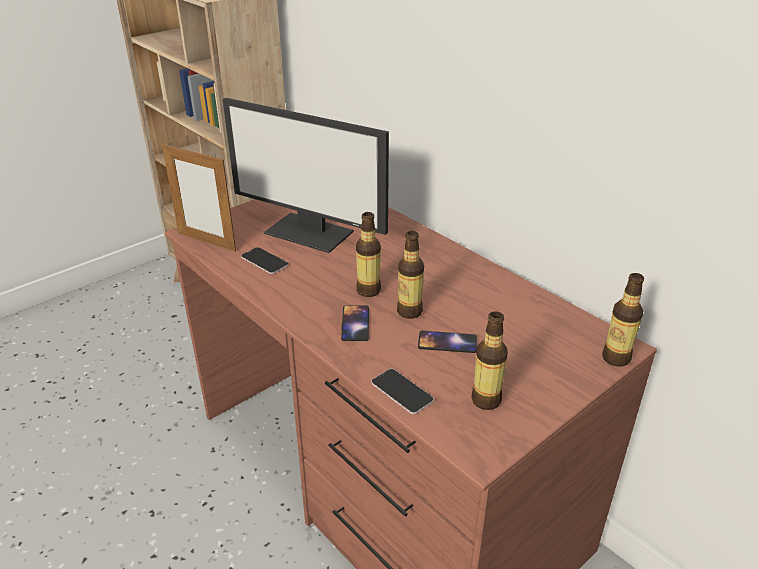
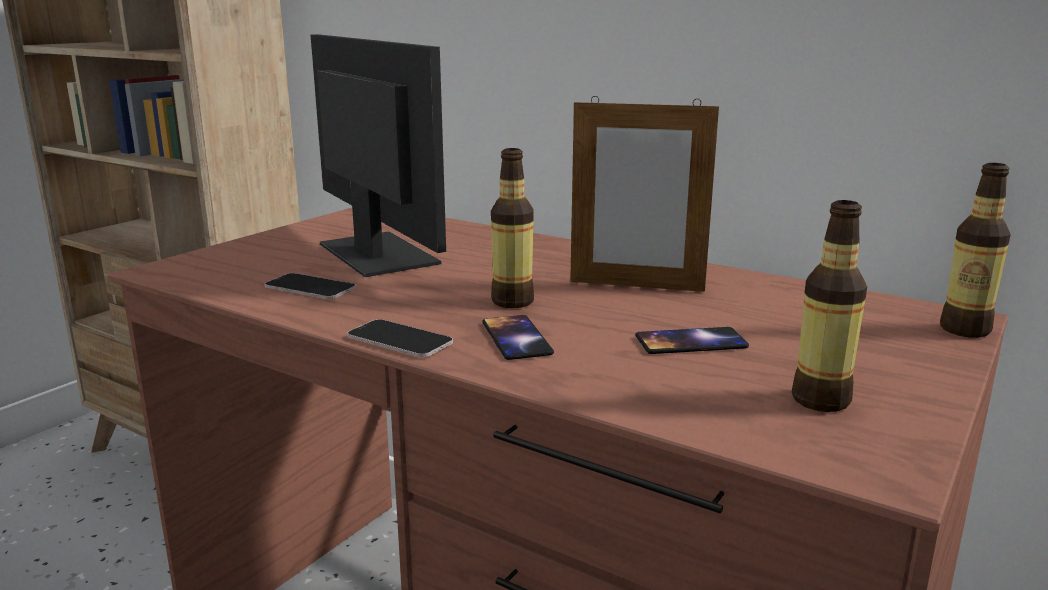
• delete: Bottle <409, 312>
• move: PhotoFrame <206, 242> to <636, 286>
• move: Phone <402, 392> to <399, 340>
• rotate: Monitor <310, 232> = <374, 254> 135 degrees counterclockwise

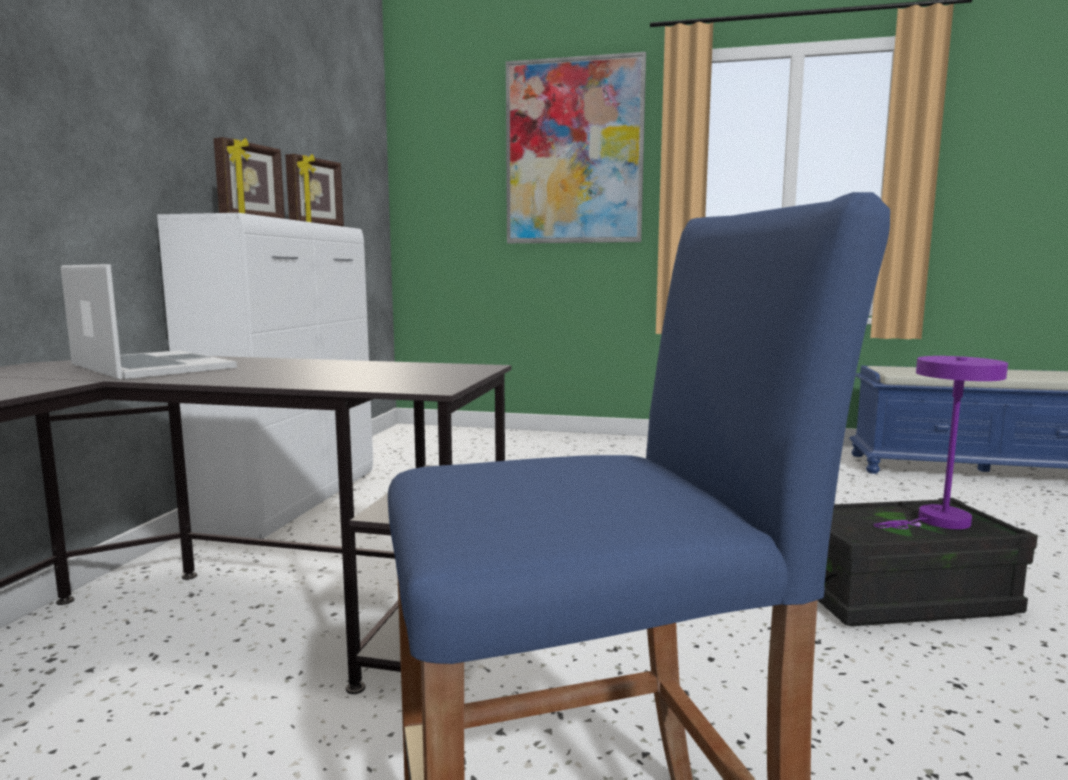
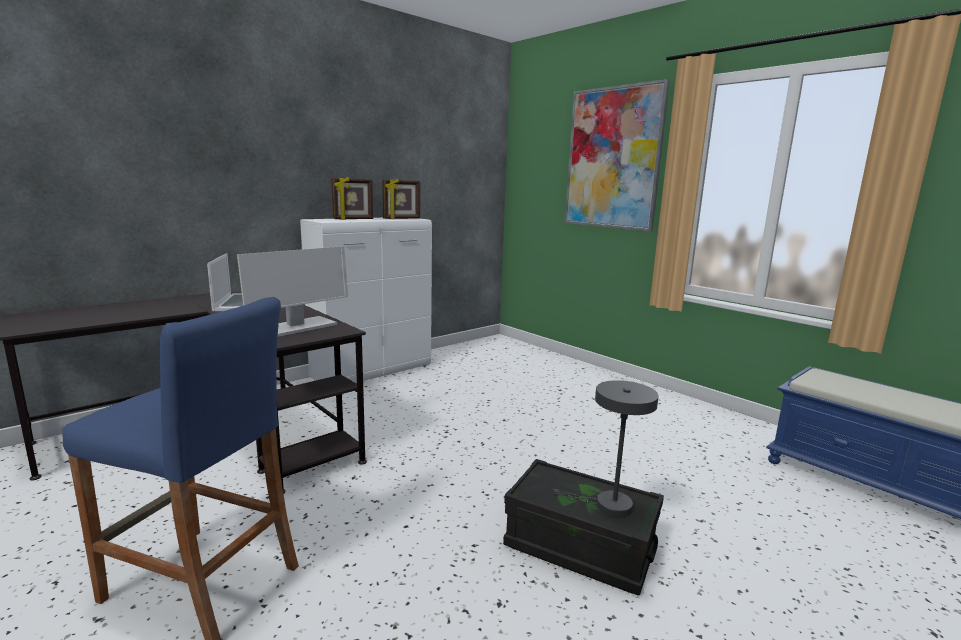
• insert: Monitor <296, 327>
• recolor: PurpleColouredTabletopLamp <937, 522> to GreyTabletopLamp <607, 505>

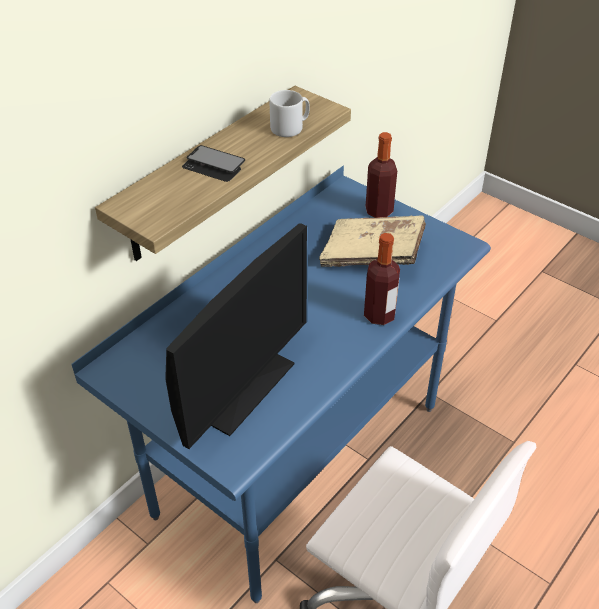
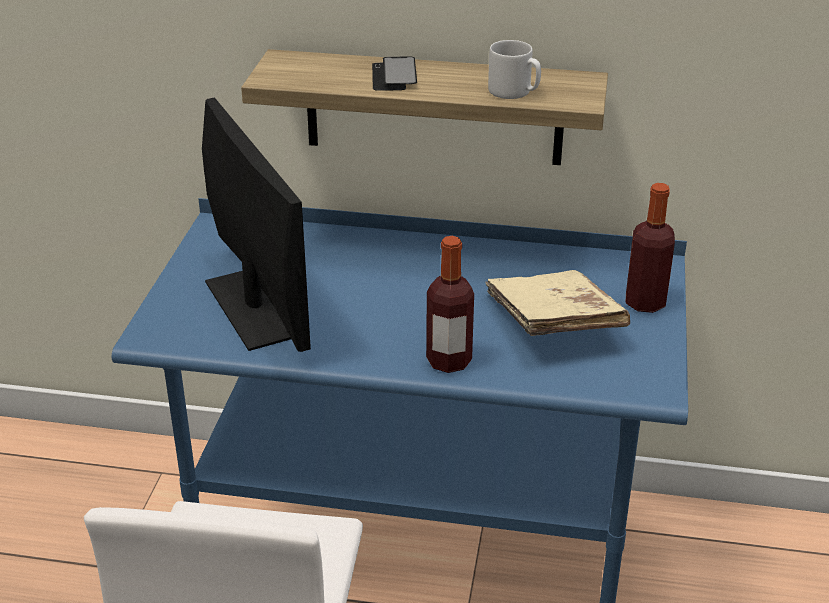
• rotate: Monitor <243, 387> = <254, 307> 120 degrees counterclockwise

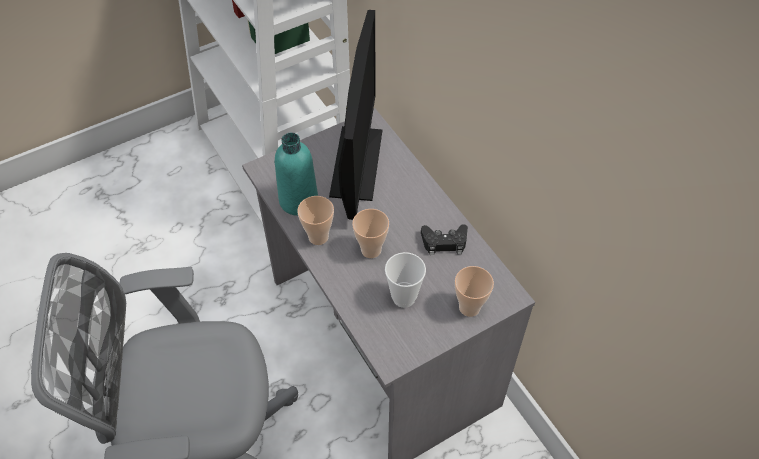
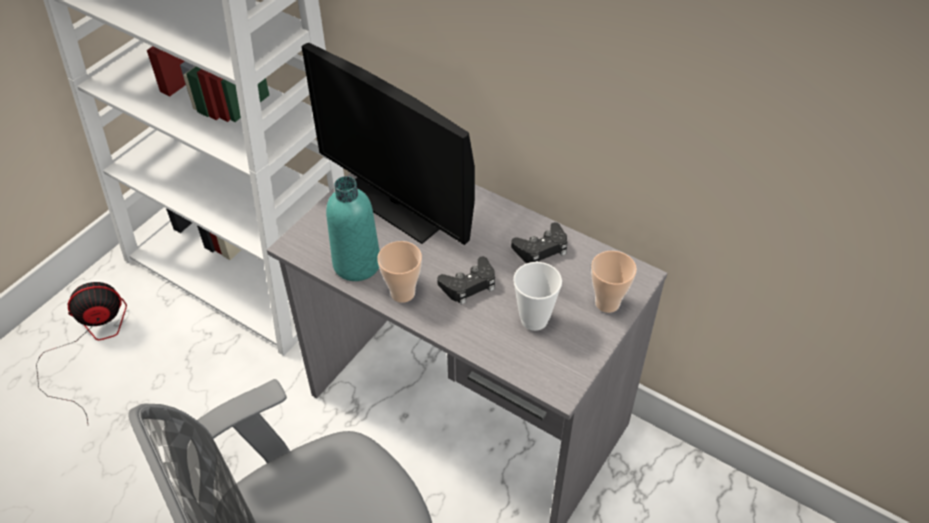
• insert: ElectricFan <89, 345>
• replace: DrinkingCup <371, 250> to BlackGameController <469, 285>
• rotate: Monitor <356, 162> = <397, 203> 150 degrees clockwise

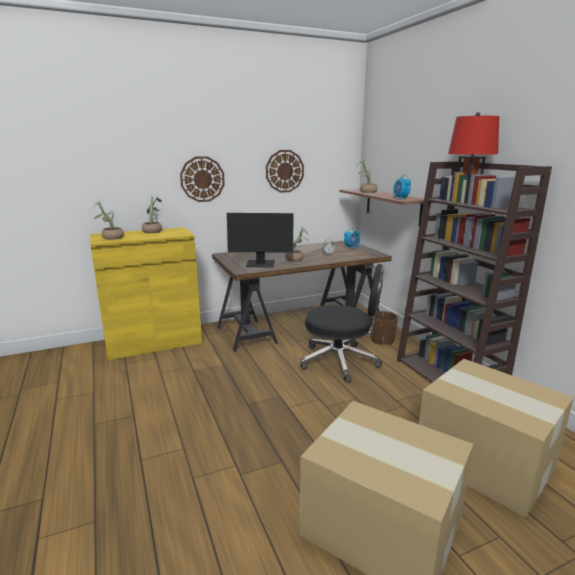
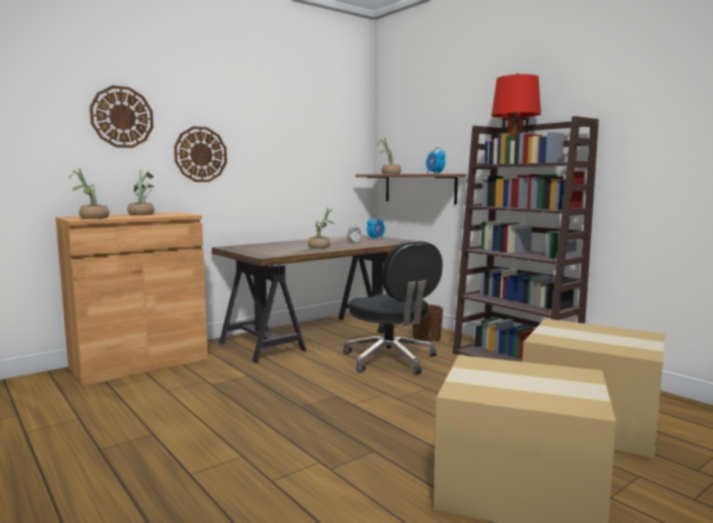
• delete: Monitor <260, 264>
• move: WallClock <284, 171> to <122, 117>
• recolor: YellowishCabinet <154, 342> to BrownCabinet <139, 363>
• rotate: BlackOfficeChair <341, 361> = <391, 360> 60 degrees clockwise

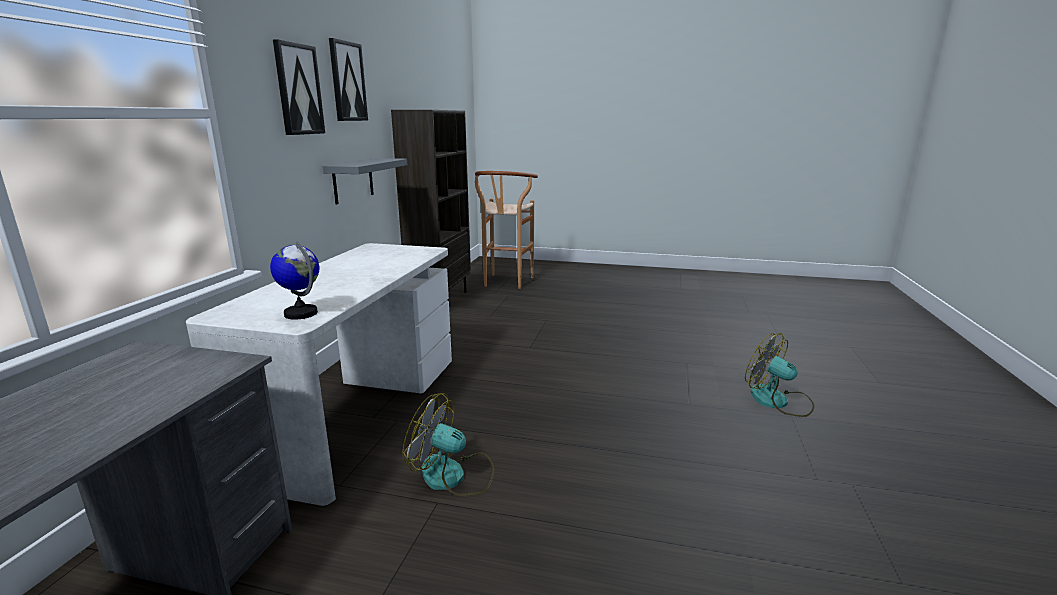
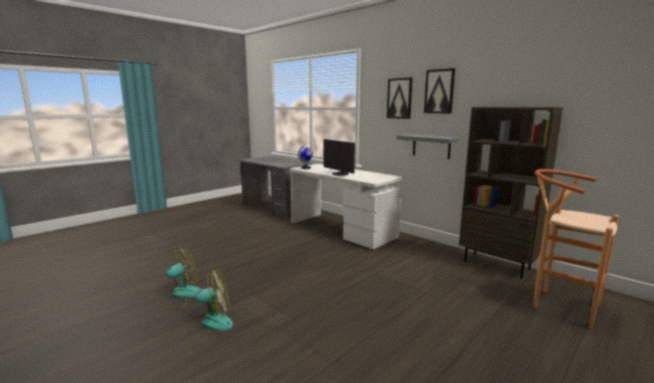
• insert: Monitor <339, 174>
• move: ElectricFan <453, 476> to <180, 295>

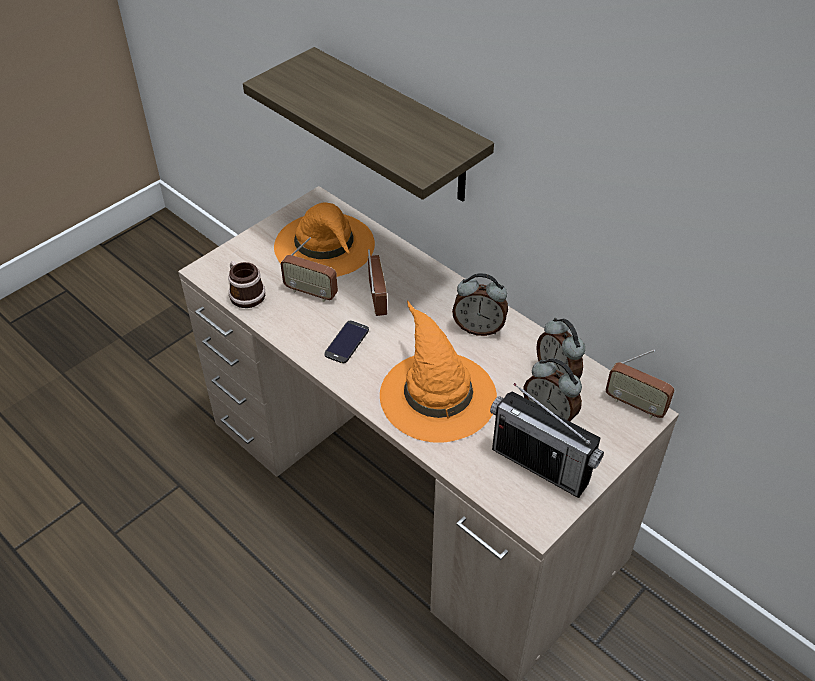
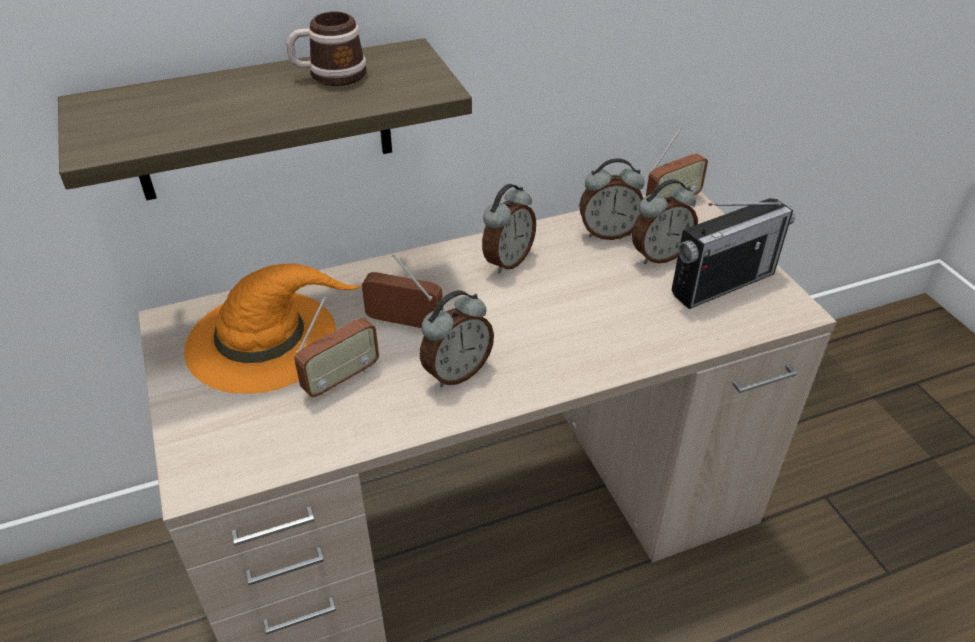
• delete: OrangeyHat <436, 394>
• move: TeaMug <245, 293> to <329, 75>
• replace: Phone <346, 342> to BedsideClock <456, 372>

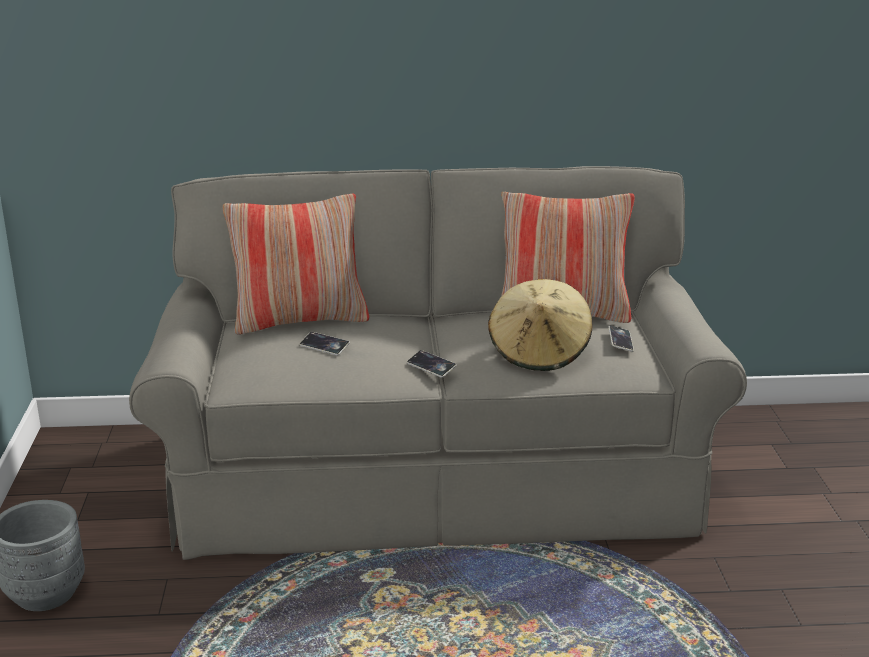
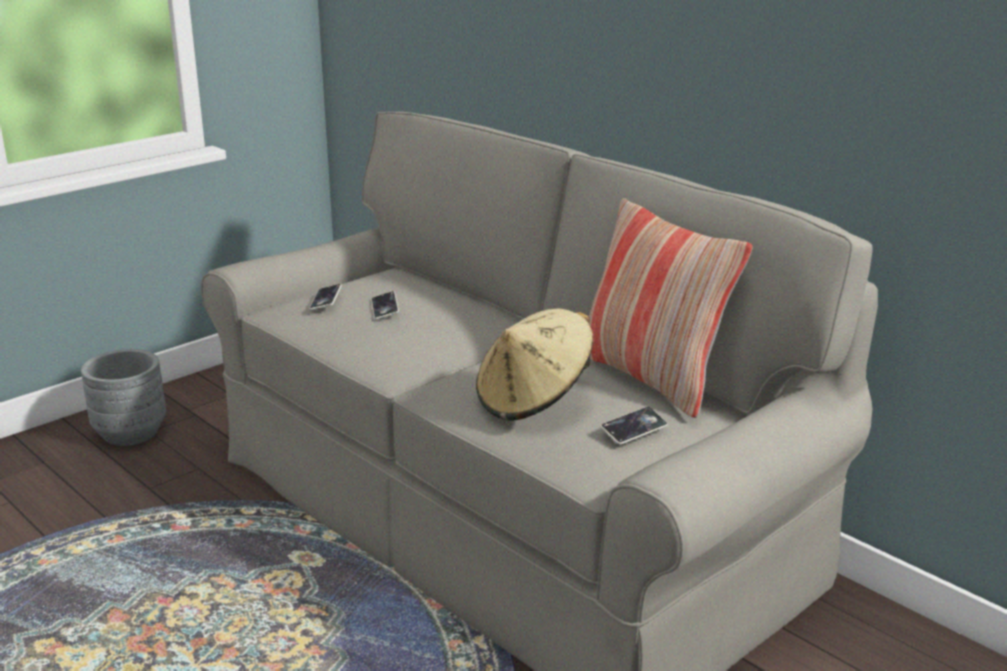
• delete: Pillow <300, 320>
• move: Phone <431, 367> to <326, 300>

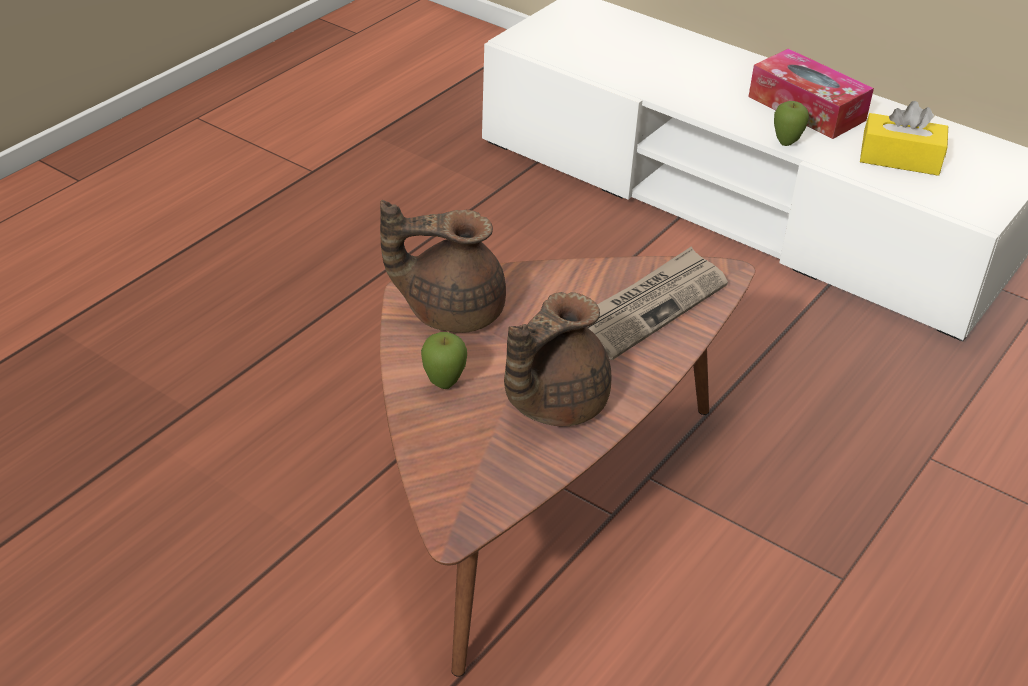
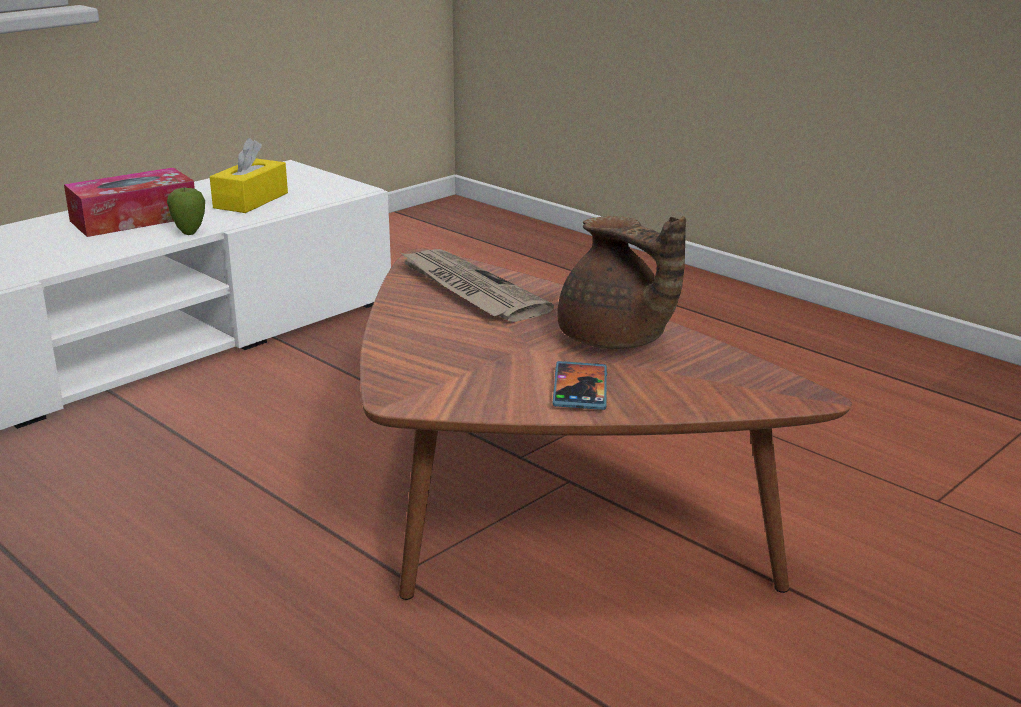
• delete: BrownTeaPot <450, 310>
• replace: AppleFruit <443, 384> to Phone <580, 389>

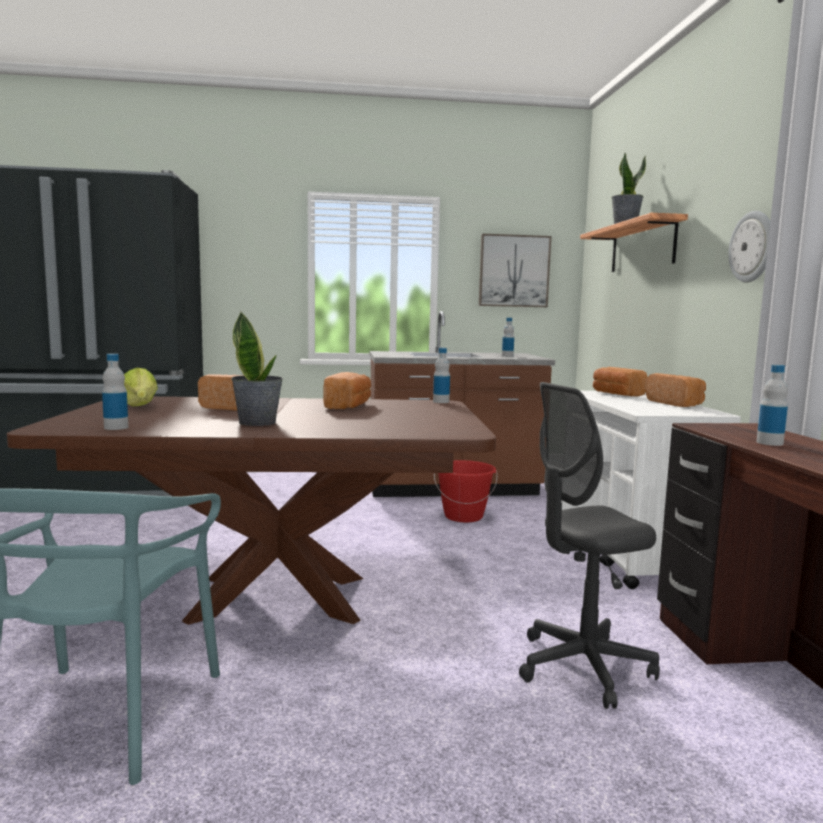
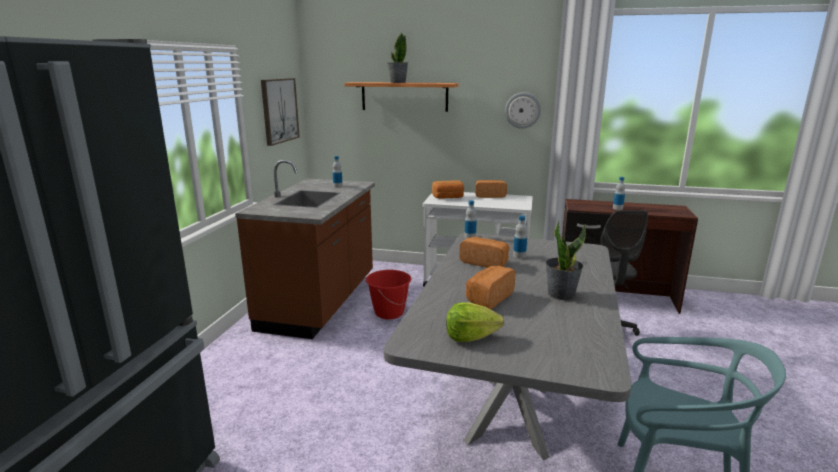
• move: Bottle <116, 427> to <519, 256>
• recolor: BrownDinnerTable <278, 597> to GreyDinnerTable <511, 411>

